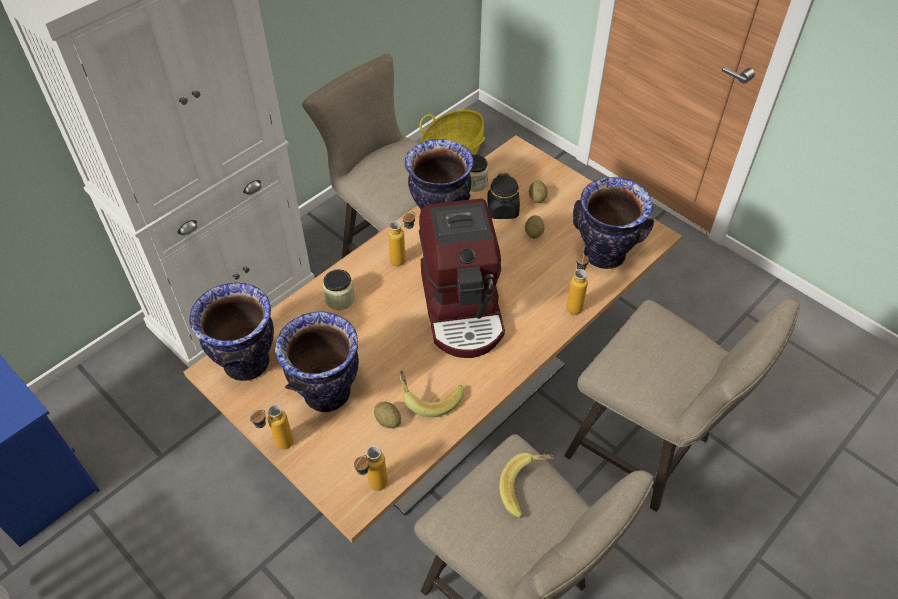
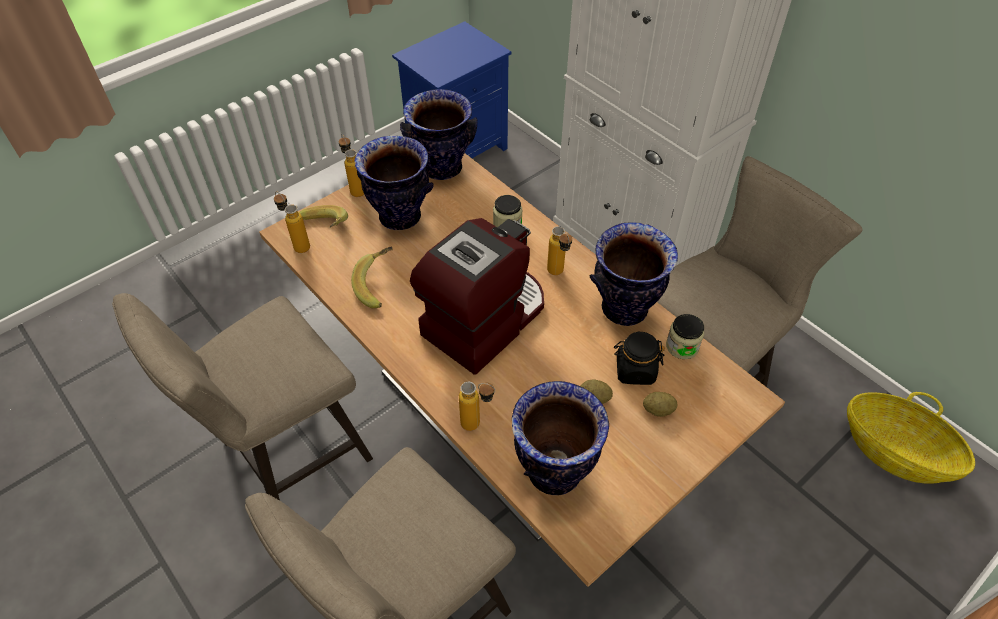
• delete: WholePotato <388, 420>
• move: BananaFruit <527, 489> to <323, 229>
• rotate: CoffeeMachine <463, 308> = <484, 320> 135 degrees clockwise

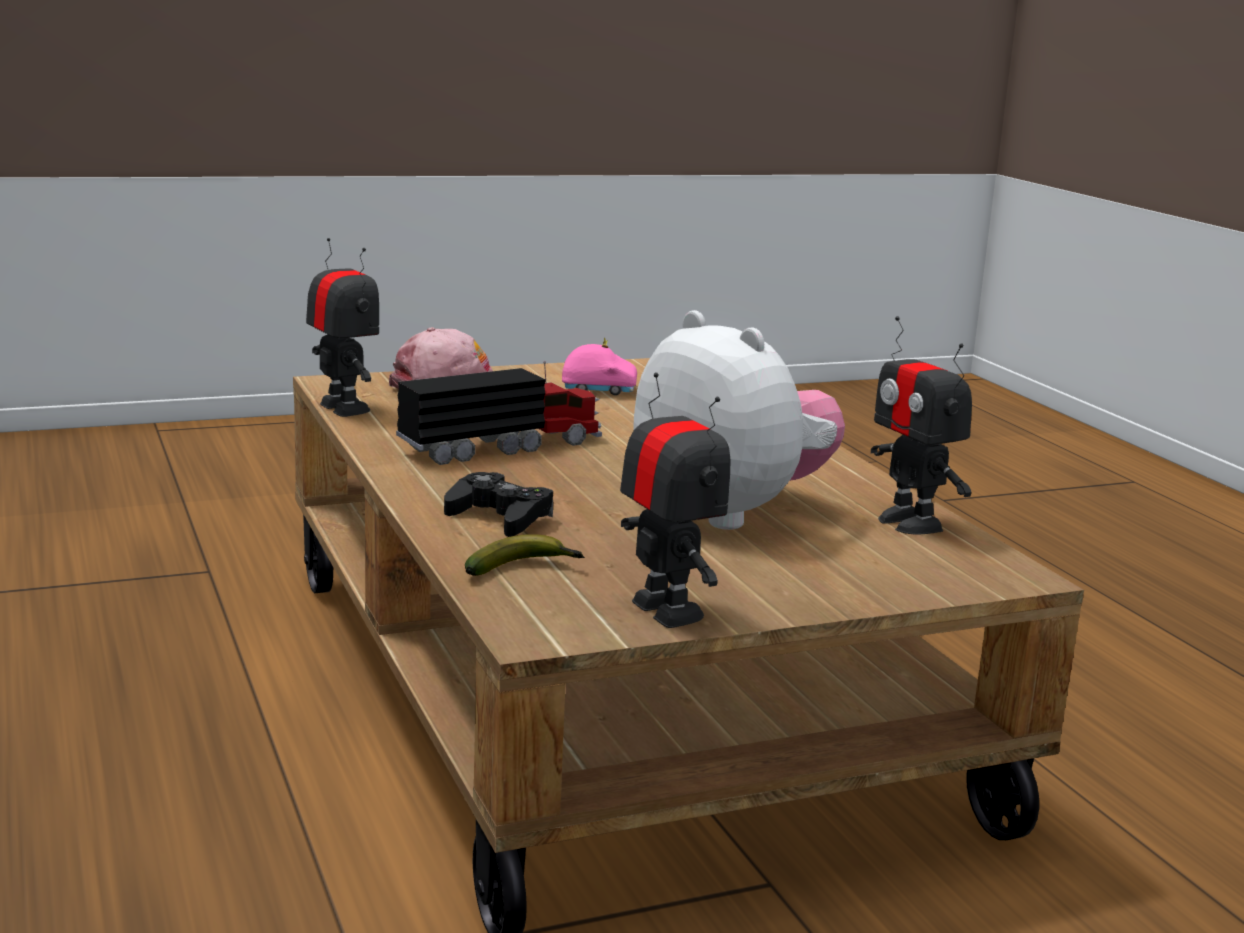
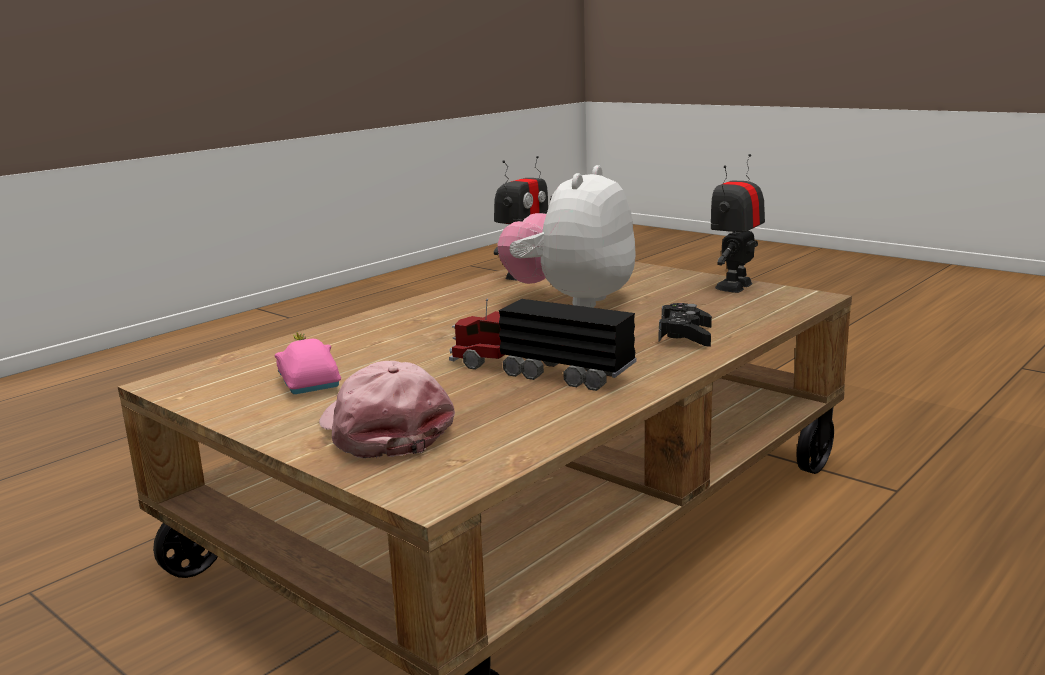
• delete: ToyRobot <343, 408>
• delete: BananaFruit <524, 569>

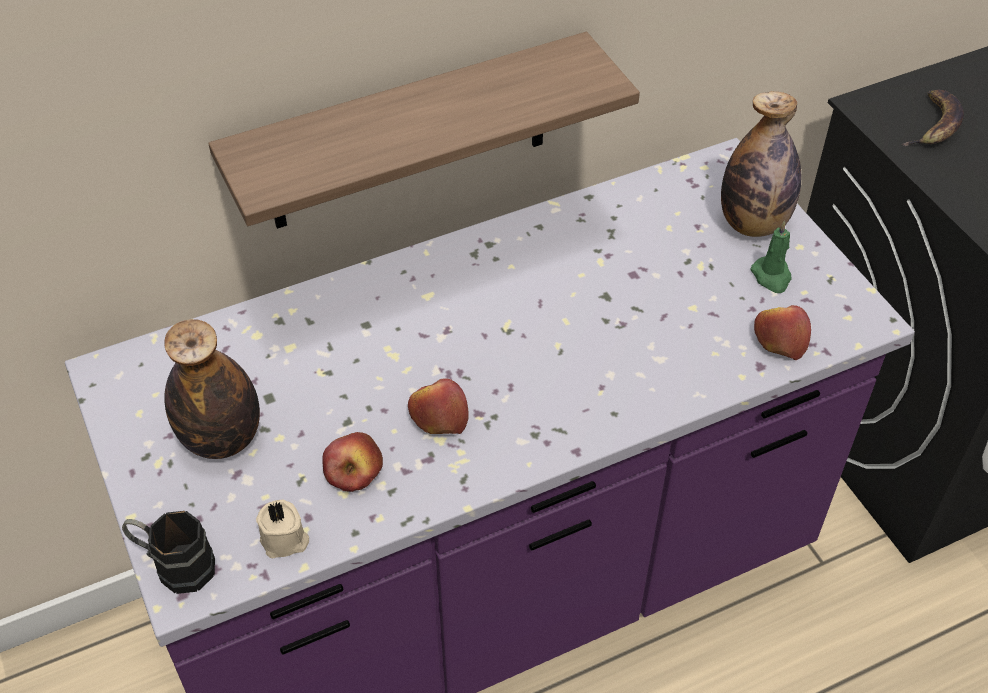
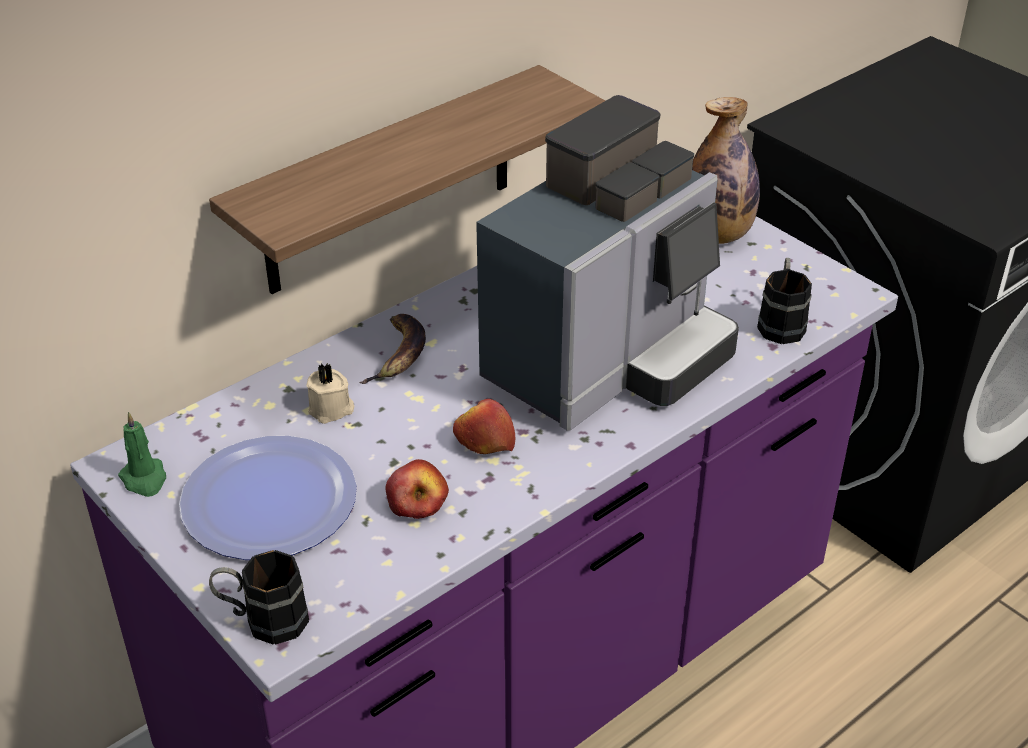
• insert: CoffeeMachine <609, 361>
• move: BeigeColouredWaxLight <285, 541> to <331, 410>
• move: GreenColouredWaxLight <772, 276> to <144, 479>
• move: BananaFruit <934, 125> to <398, 355>
• replace: Bottle <222, 438> to DinnerPlate <269, 500>
• replace: AppleFruit <779, 339> to BlackTeaMug <781, 322>

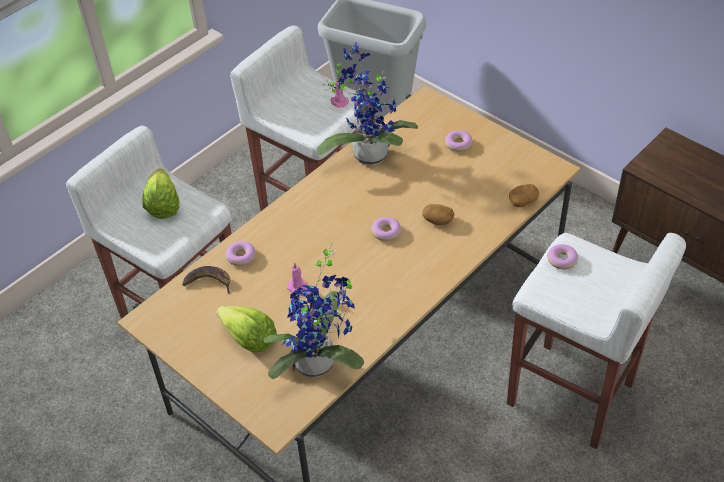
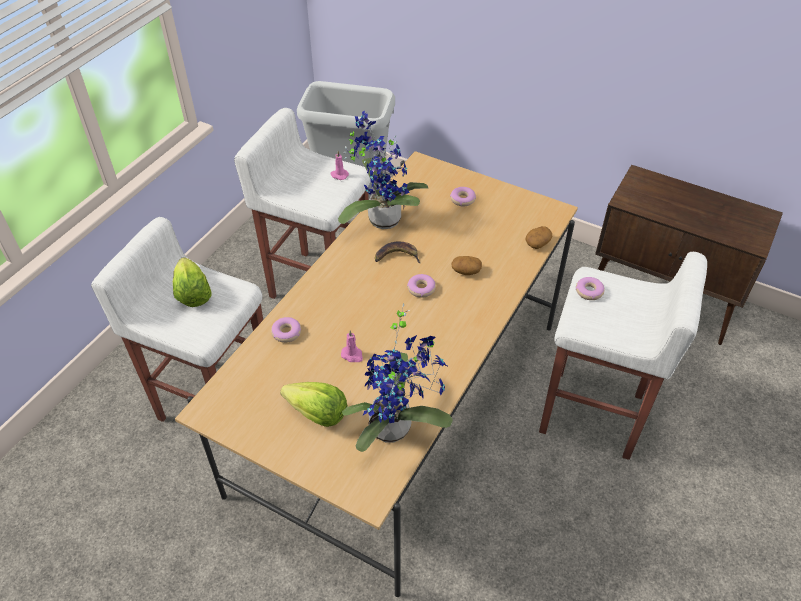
• move: BananaFruit <209, 282> to <397, 256>

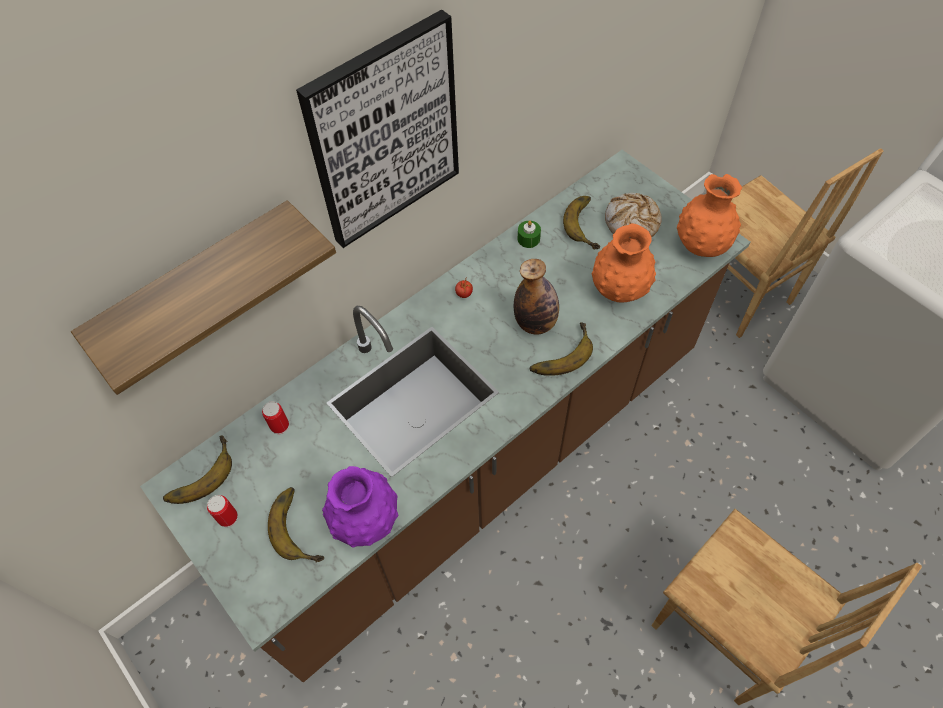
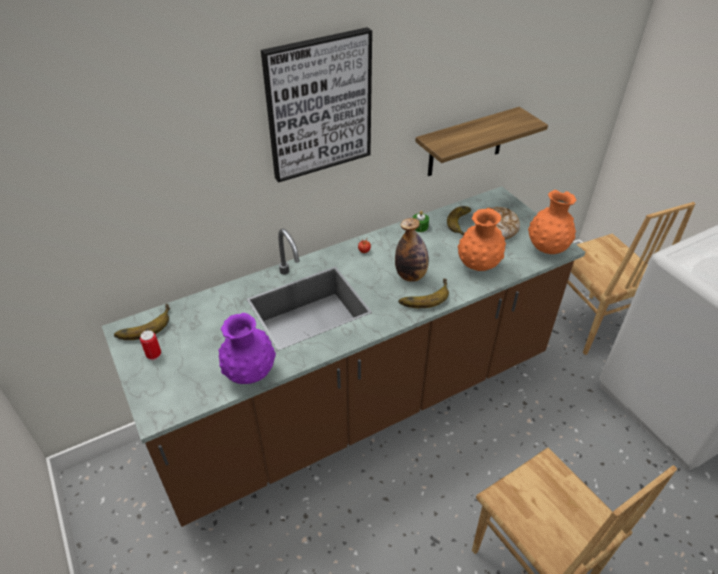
• delete: SealedCan <280, 426>
• delete: BananaFruit <301, 526>
• move: BracketShelf <199, 290> to <466, 143>

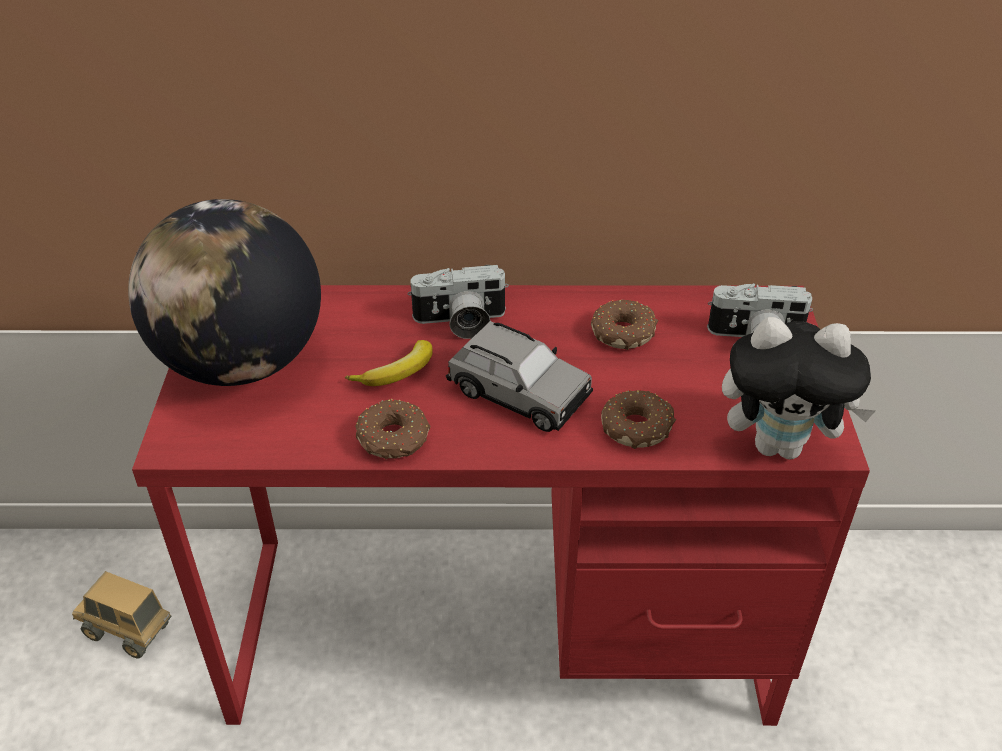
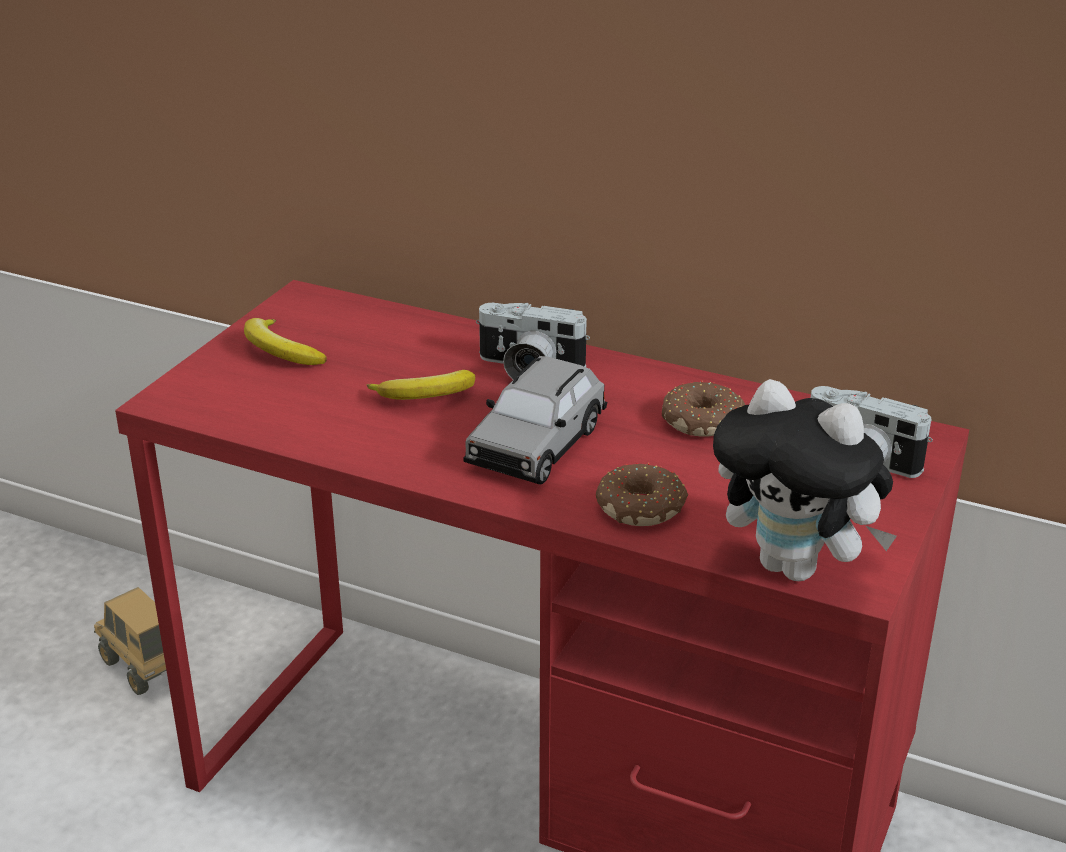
• delete: RingDoughnut <393, 439>
• replace: WorldGlobe <241, 363> to BananaFruit <280, 351>
• rotate: GreyModelCar <518, 394> = <536, 445> 60 degrees clockwise

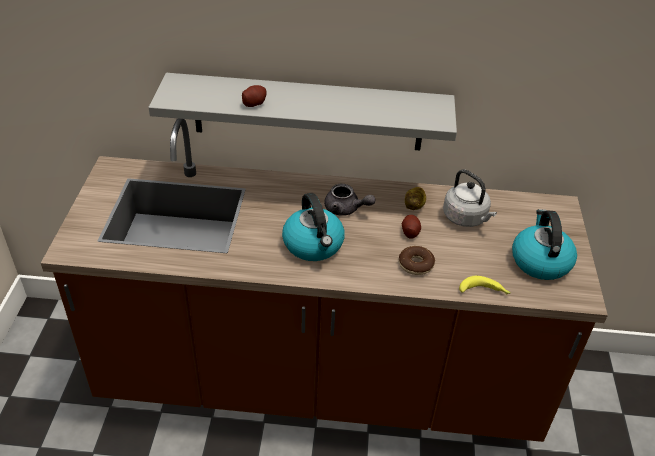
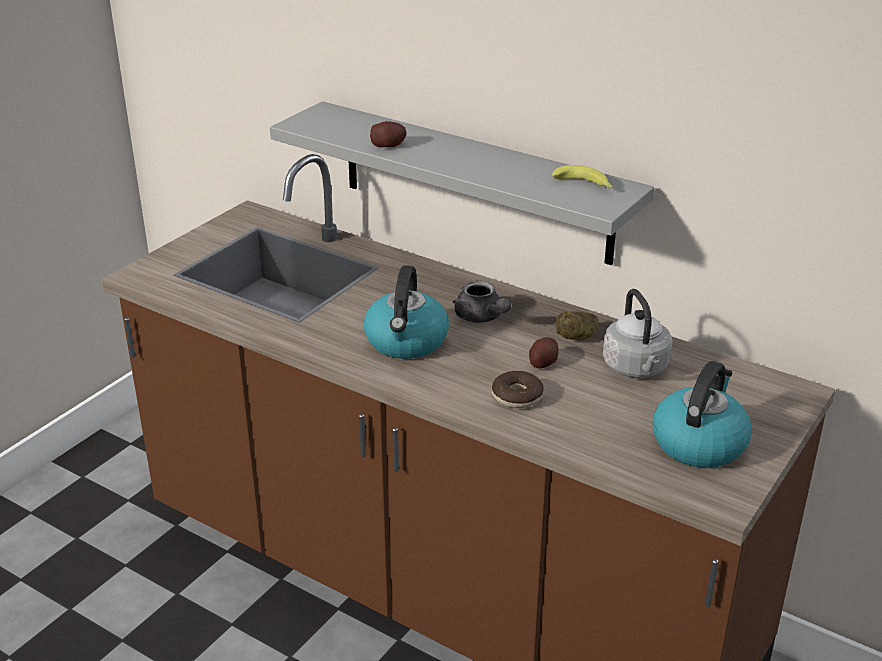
• move: BananaFruit <484, 291> to <585, 185>

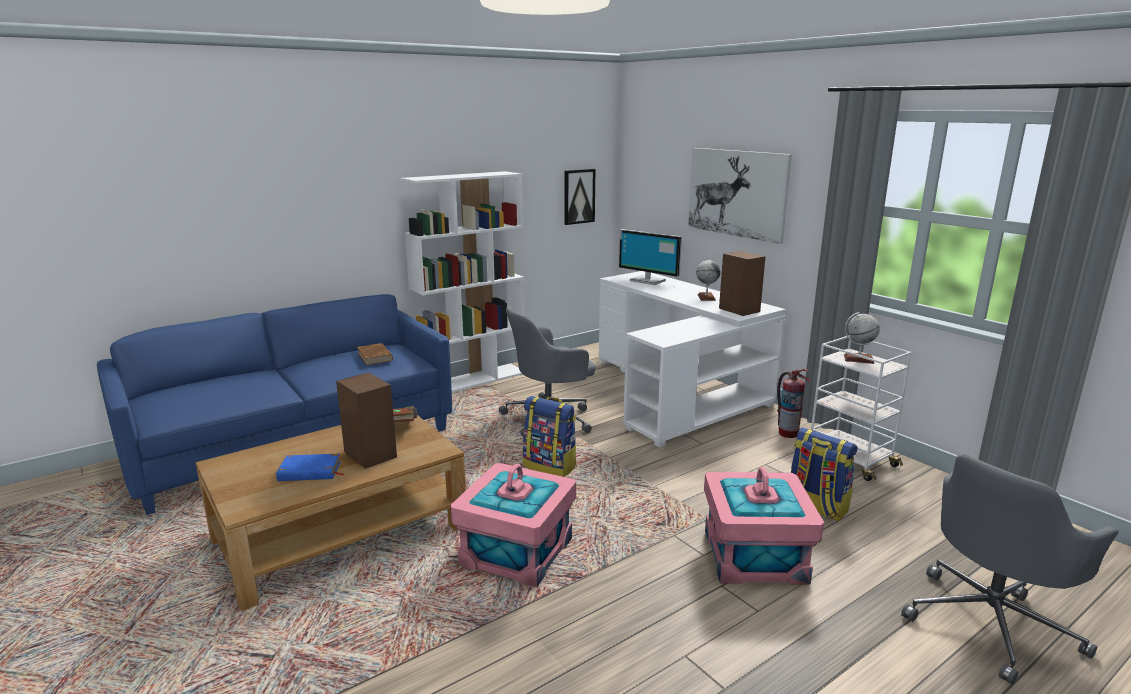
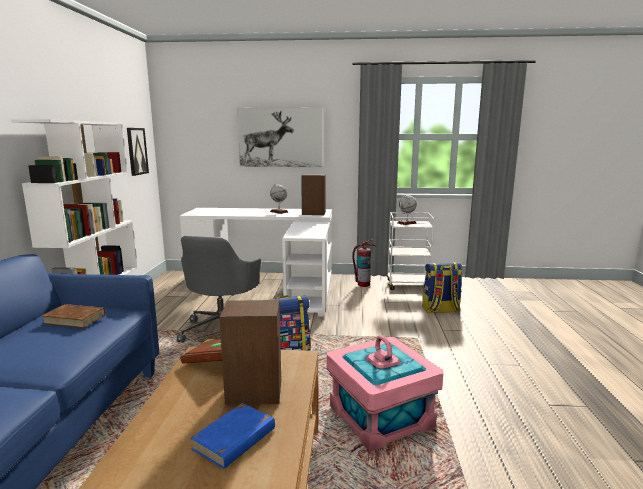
• delete: Monitor <648, 280>
• delete: PinkStorageBin <755, 556>
• delete: GreyOfficeChair <991, 622>

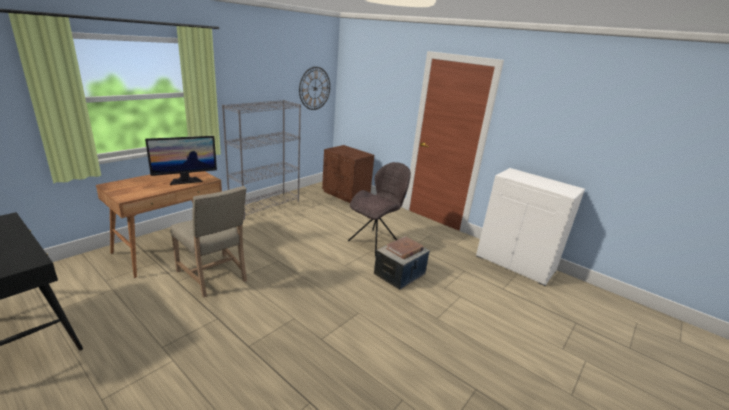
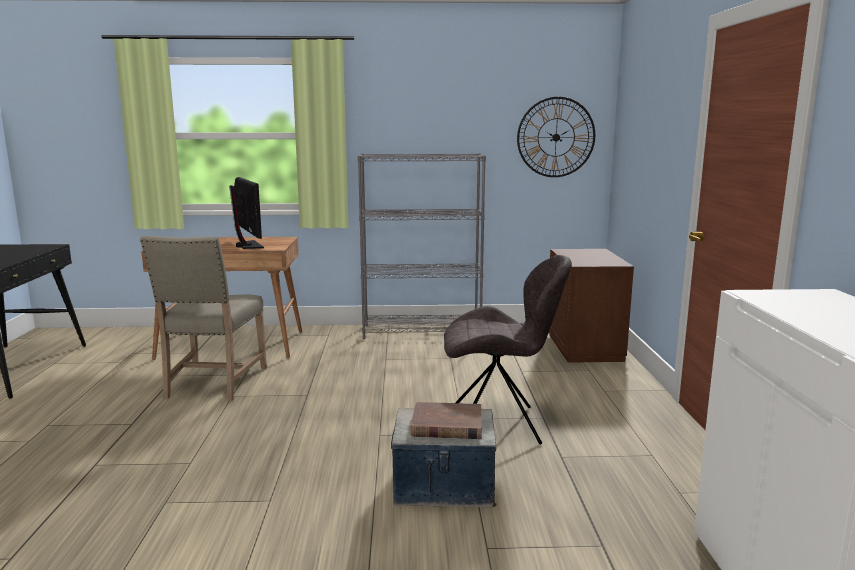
• rotate: Monitor <185, 180> = <248, 245> 135 degrees counterclockwise

